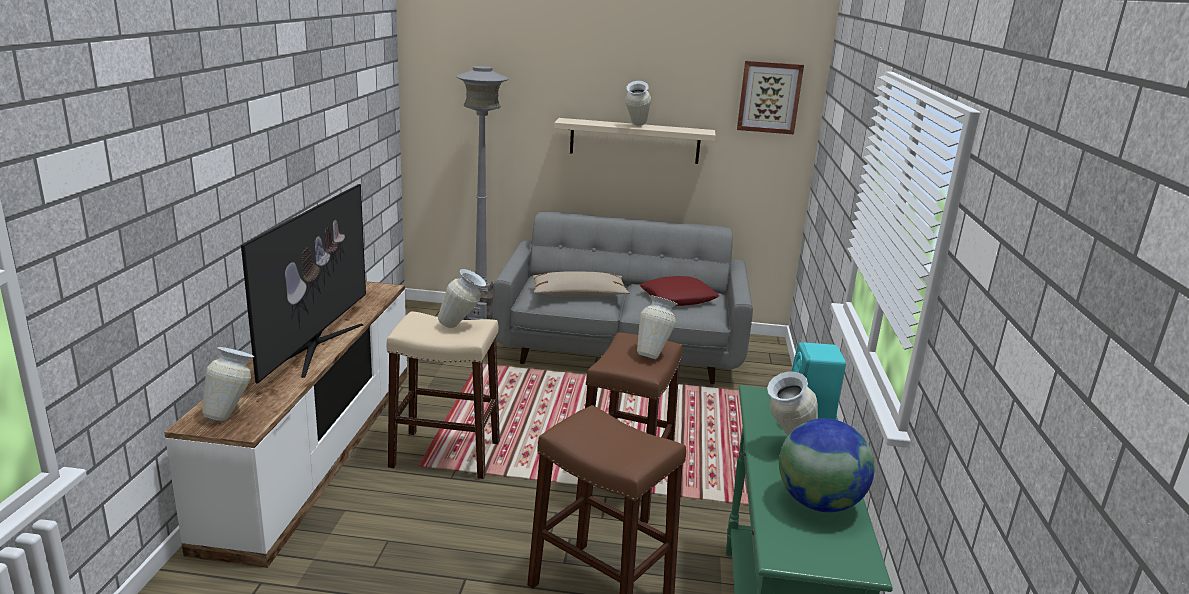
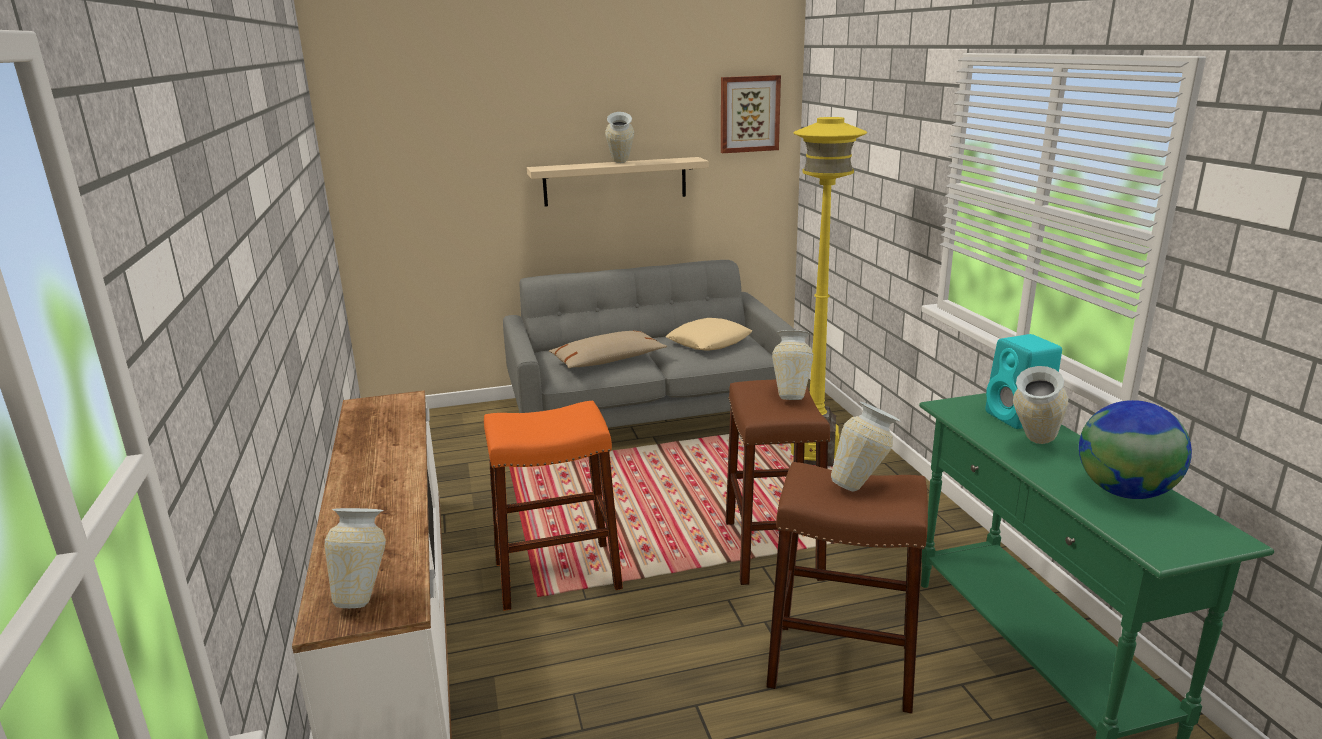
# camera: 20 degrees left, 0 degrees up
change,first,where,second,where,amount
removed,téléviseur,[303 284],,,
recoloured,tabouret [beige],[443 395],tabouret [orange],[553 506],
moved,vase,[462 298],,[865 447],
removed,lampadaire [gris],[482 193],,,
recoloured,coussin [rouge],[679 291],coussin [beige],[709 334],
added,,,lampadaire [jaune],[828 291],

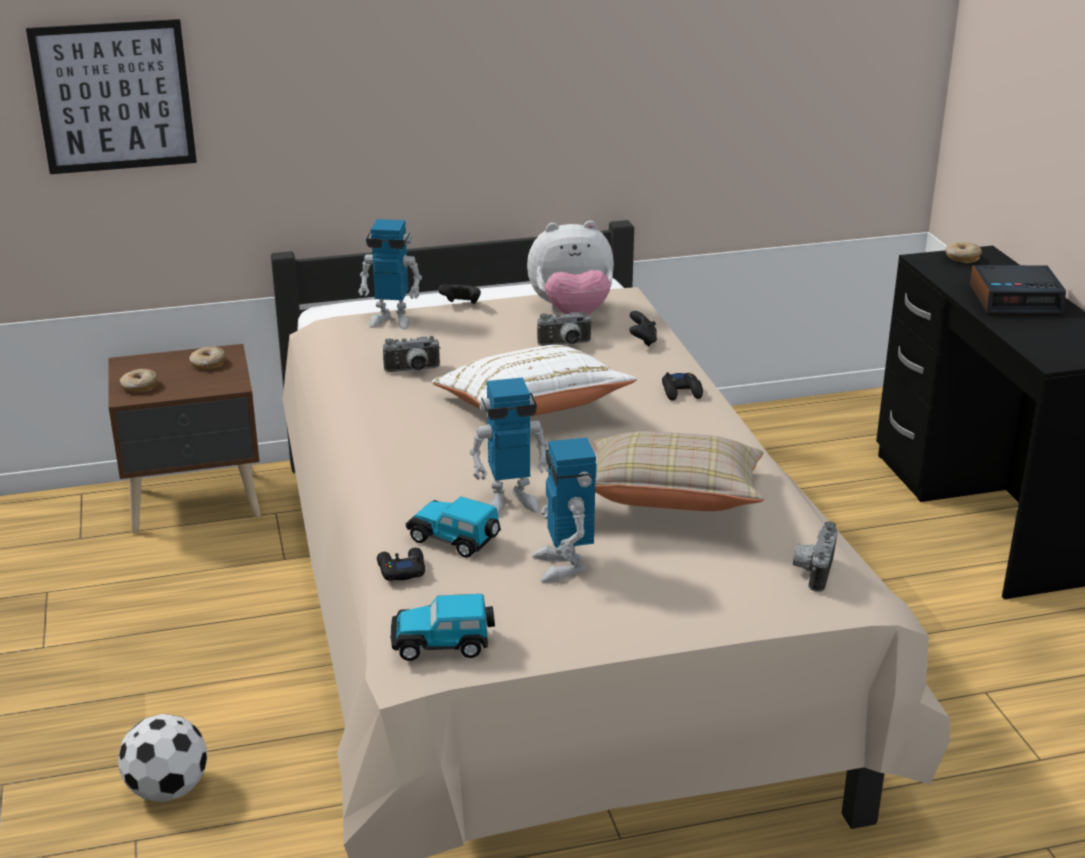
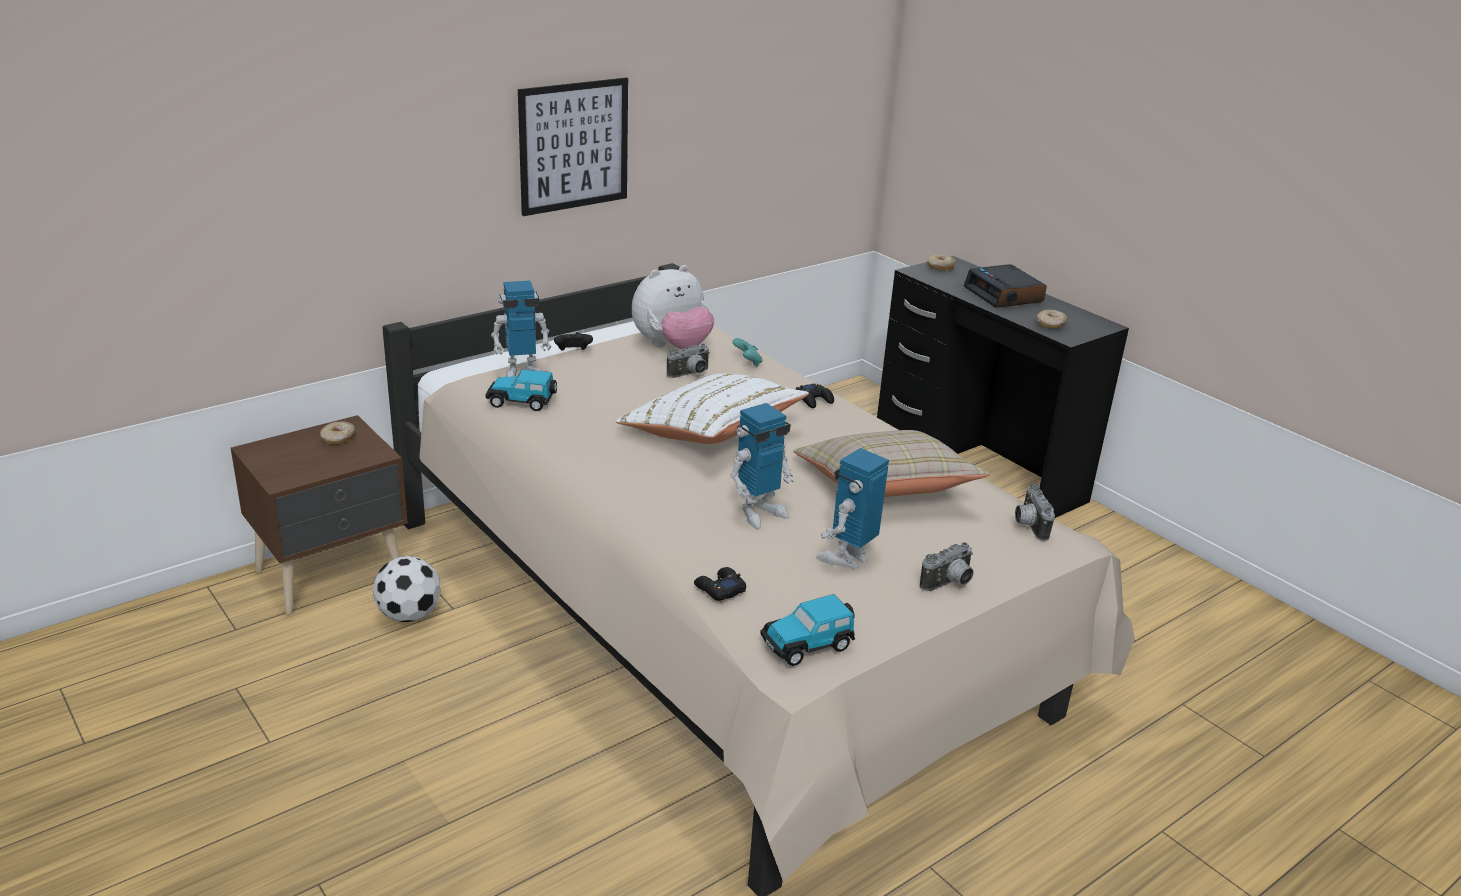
# camera: 25 degrees left, 0 degrees up
change,first,where,second,where,amount
moved,tableau,[111 96],,[573 147],
moved,ballon de foot,[162 758],,[406 589],
moved,beignet,[139 380],,[1052 319],
moved,appareil photo,[412 354],,[947 566],
moved,petite voiture,[453 527],,[521 390],
turned,robot jouet,[564 510],,[852 508],75 degrees clockwise
recoloured,manette [noir],[643 329],manette [turquoise],[747 352],
turned,réveil,[1018 290],,[1005 286],90 degrees clockwise

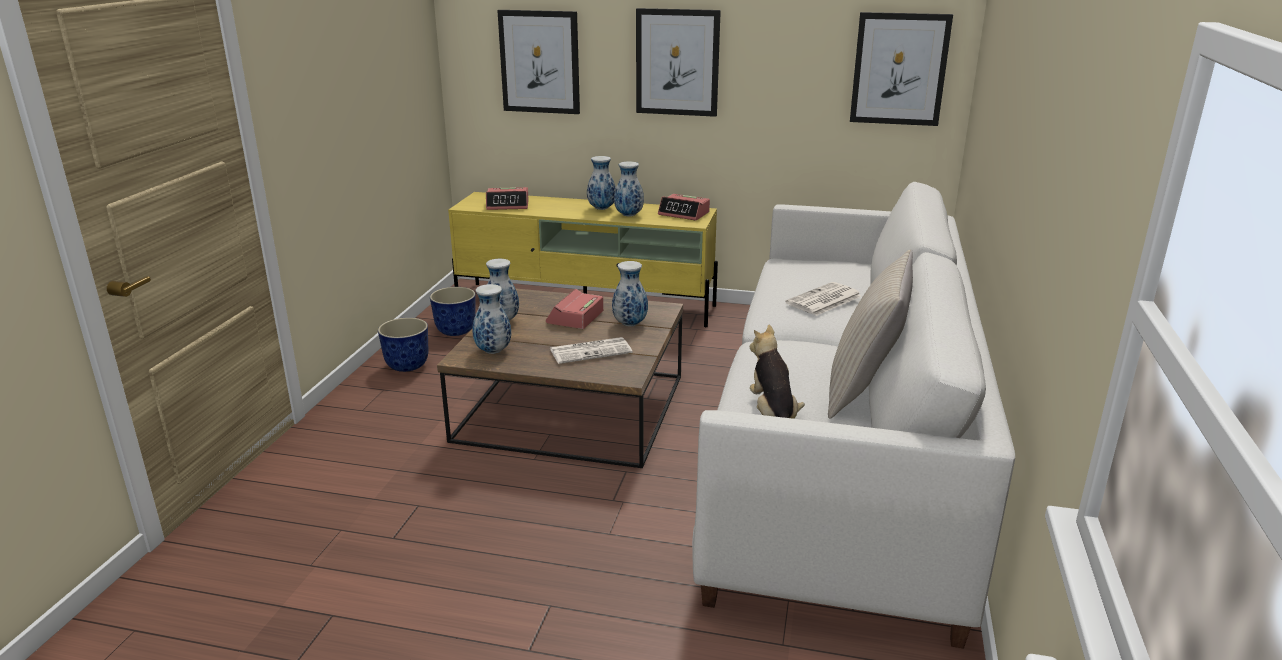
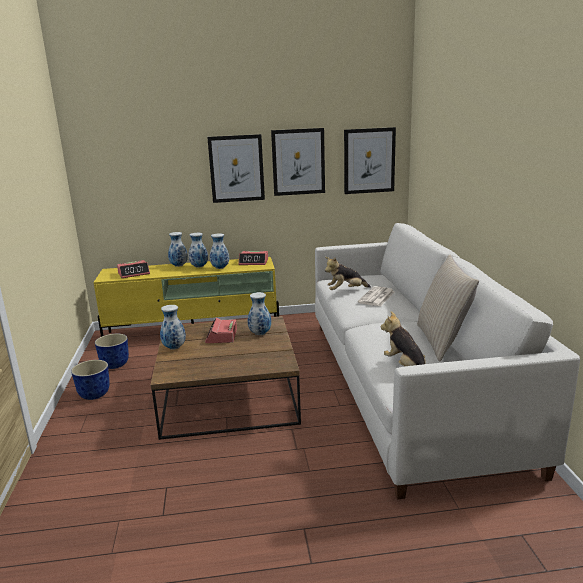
# camera: 20 degrees left, 5 degrees down
change,first,where,second,where,amount
moved,vase,[491 319],,[178 249],
moved,tableau,[538 62],,[298 162],
removed,journal,[591 350],,,
added,,,peluche,[348 273],

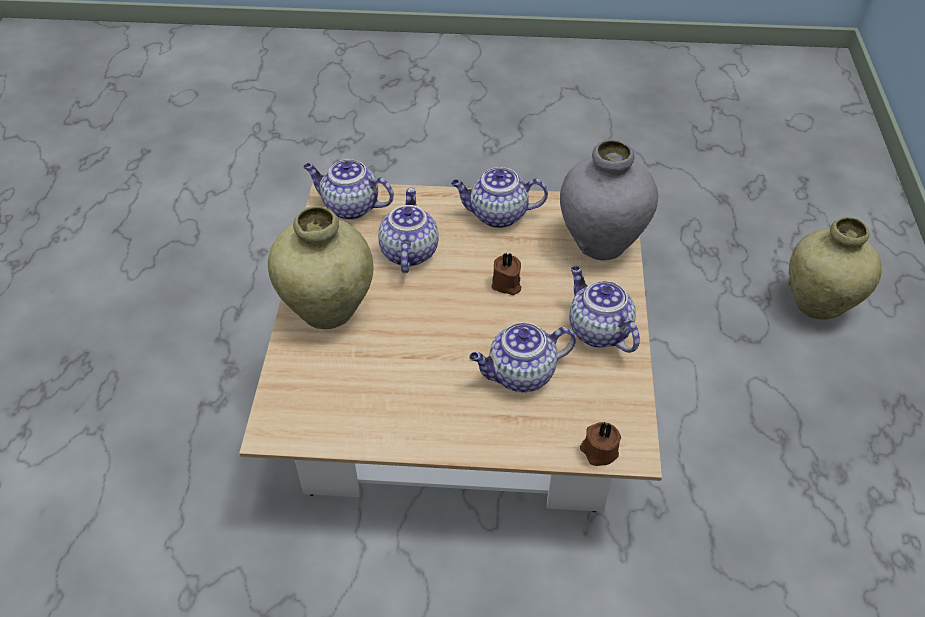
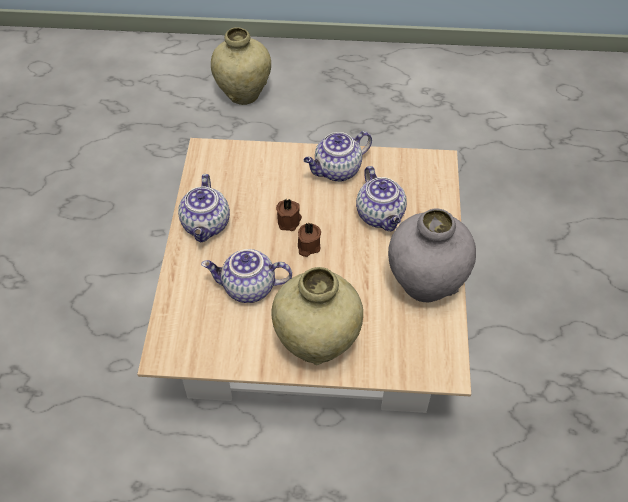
# camera: 90 degrees left, 5 degrees up
change,first,where,second,where,amount
removed,théière,[348 189],,,
moved,vase [gris],[609 200],,[432 255],
moved,bougie [marron],[600 444],,[309 240],

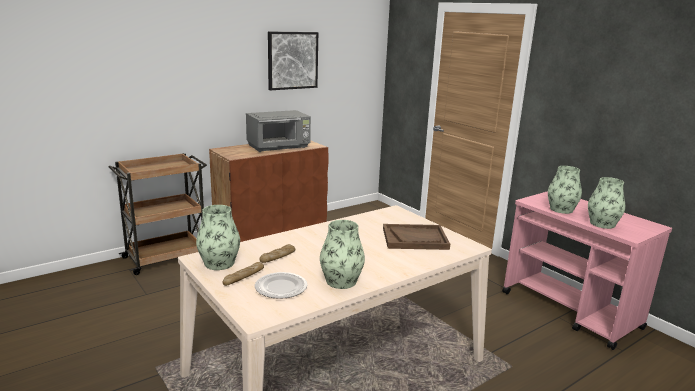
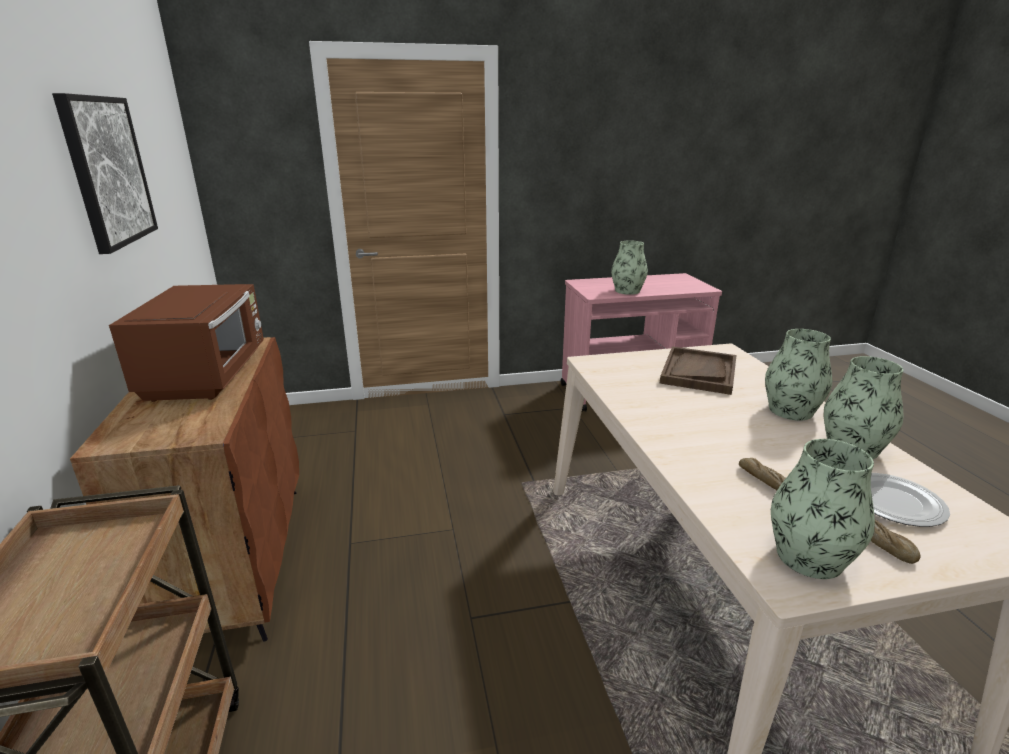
# camera: 65 degrees left, 5 degrees up
change,first,where,second,where,amount
recoloured,micro-ondes [gris],[278 131],micro-ondes [marron],[186 343],
moved,vase,[606 203],,[798 375],

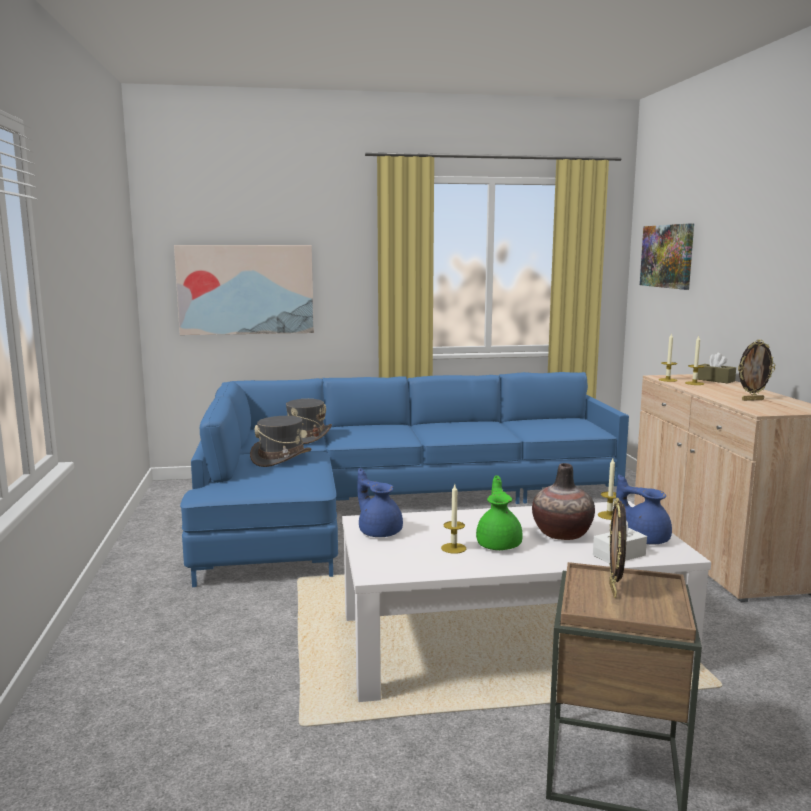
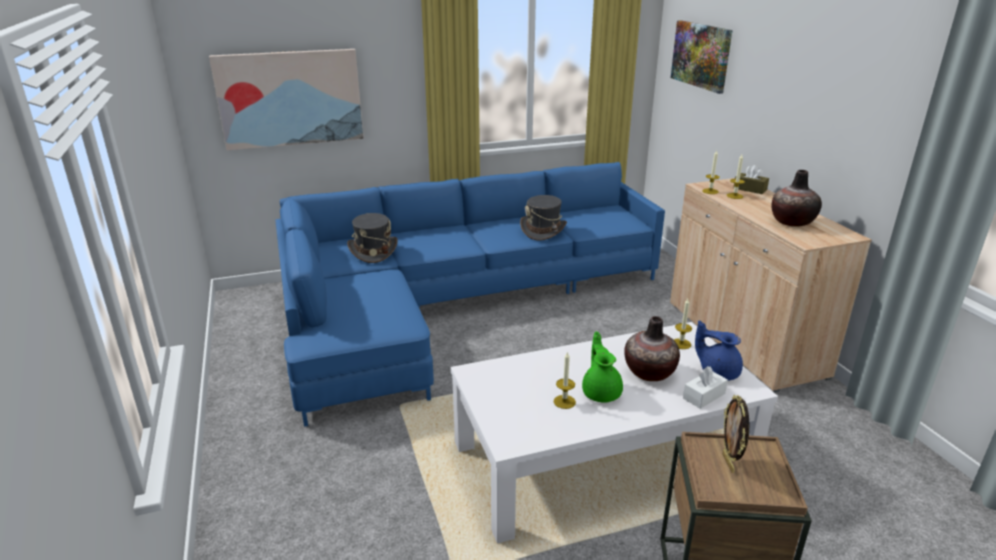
# camera: 10 degrees left, 15 degrees up
change,first,where,second,where,amount
moved,chapeau [gris],[280 441],,[543 218],
removed,théière [bleu],[380 502],,,
replaced,cadre photo,[756 370],vase,[796 198],

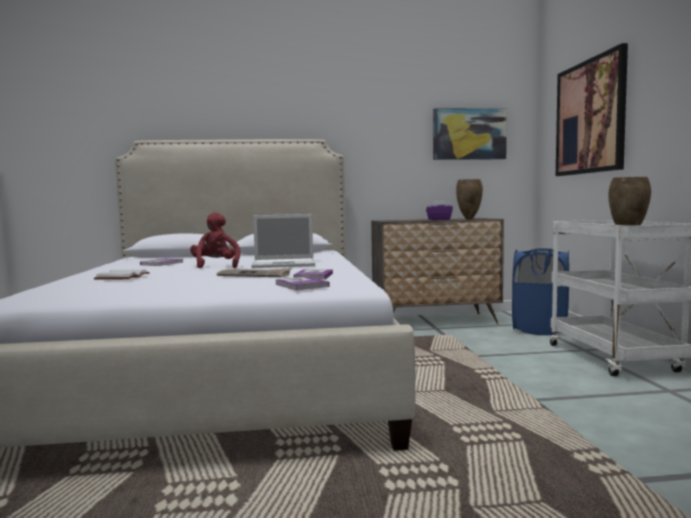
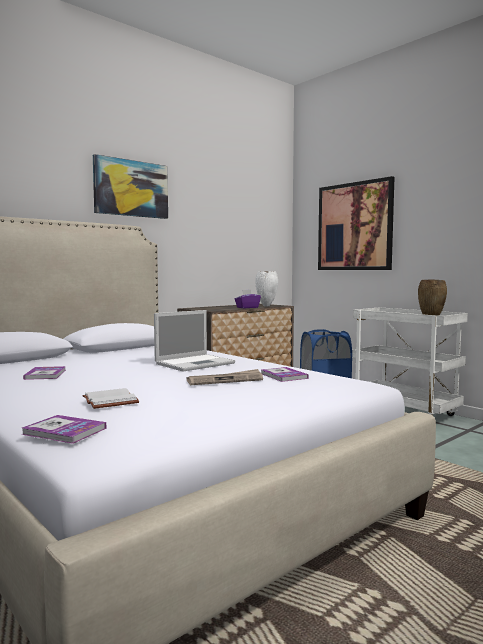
# camera: 35 degrees left, 0 degrees up
change,first,where,second,where,amount
removed,peluche [rouge],[215 240],,,
moved,livre,[302 284],,[64 429],
moved,tableau,[470 134],,[130 186],
recoloured,vase [marron],[469 199],vase [blanc],[266 289],

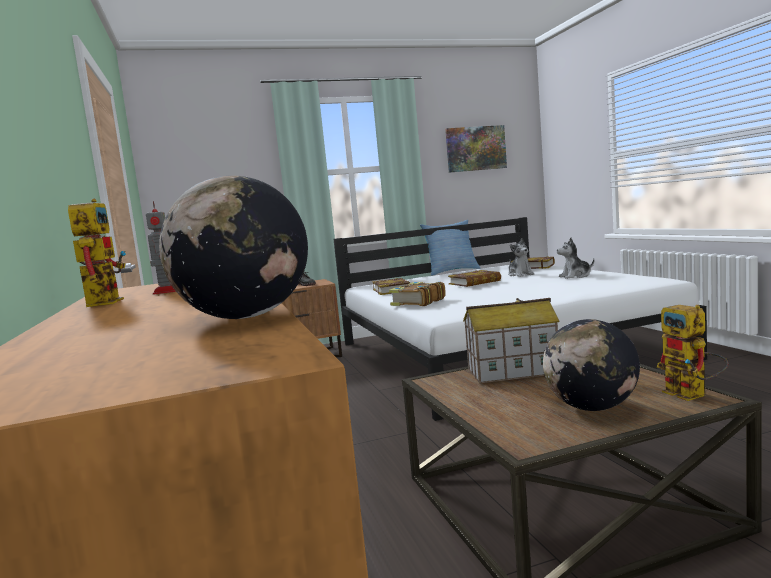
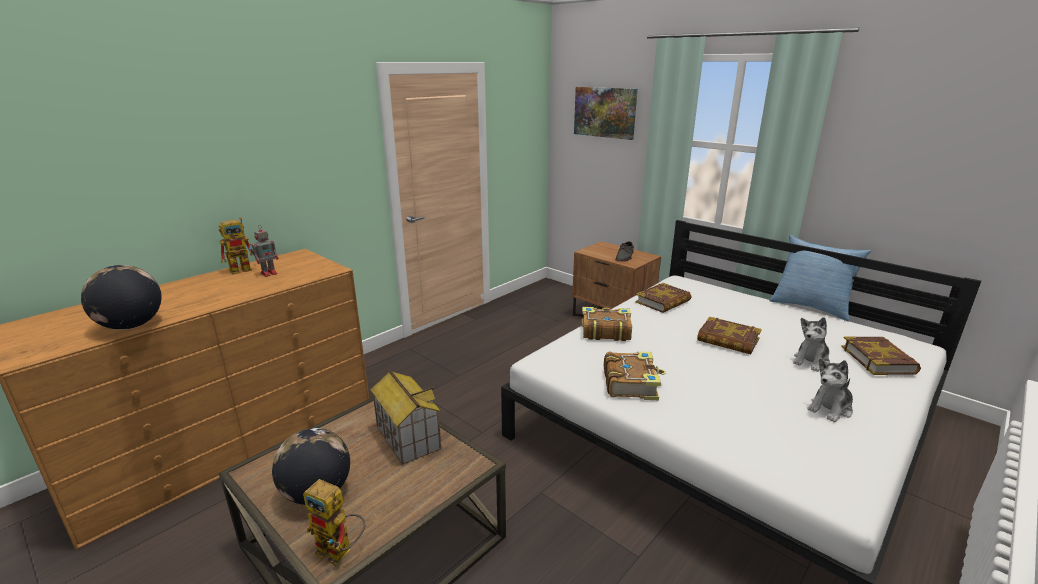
# camera: 60 degrees right, 15 degrees up
change,first,where,second,where,amount
moved,tableau,[476 149],,[606 113],
turned,peluche,[575 258],,[830 390],90 degrees counterclockwise
turned,robot jouet,[692 353],,[334 522],105 degrees counterclockwise
added,,,livre,[635 375],

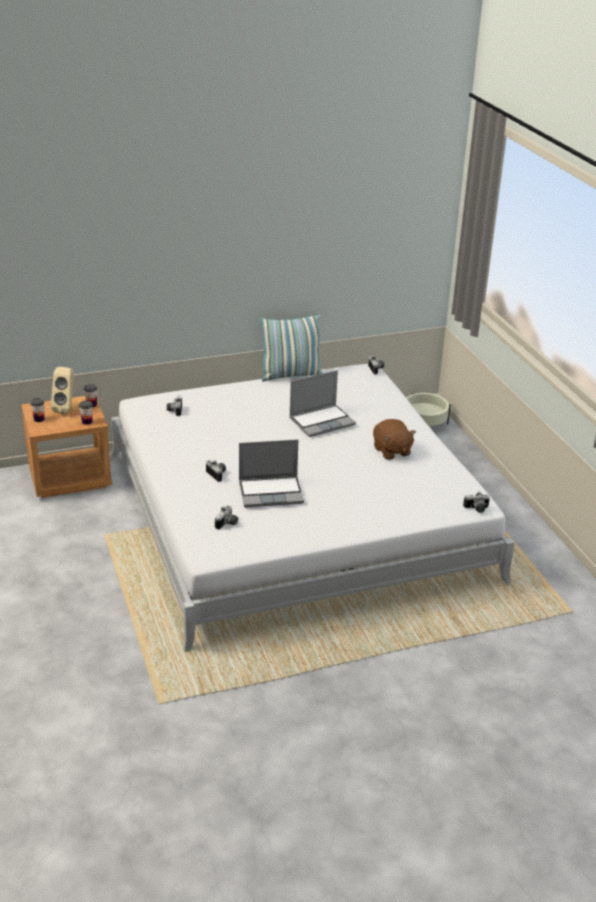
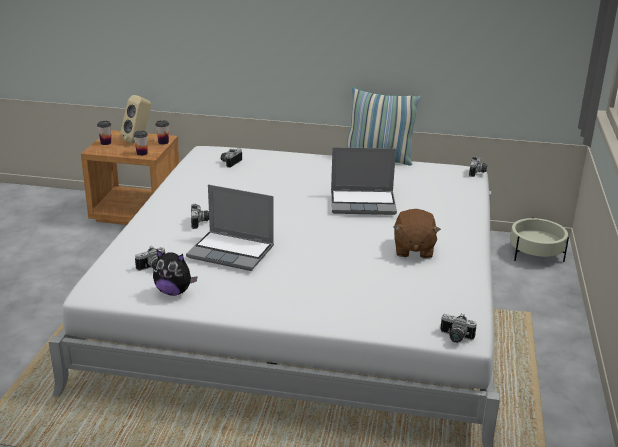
# camera: 30 degrees right, 5 degrees down
change,first,where,second,where,amount
added,,,peluche,[175 272],

